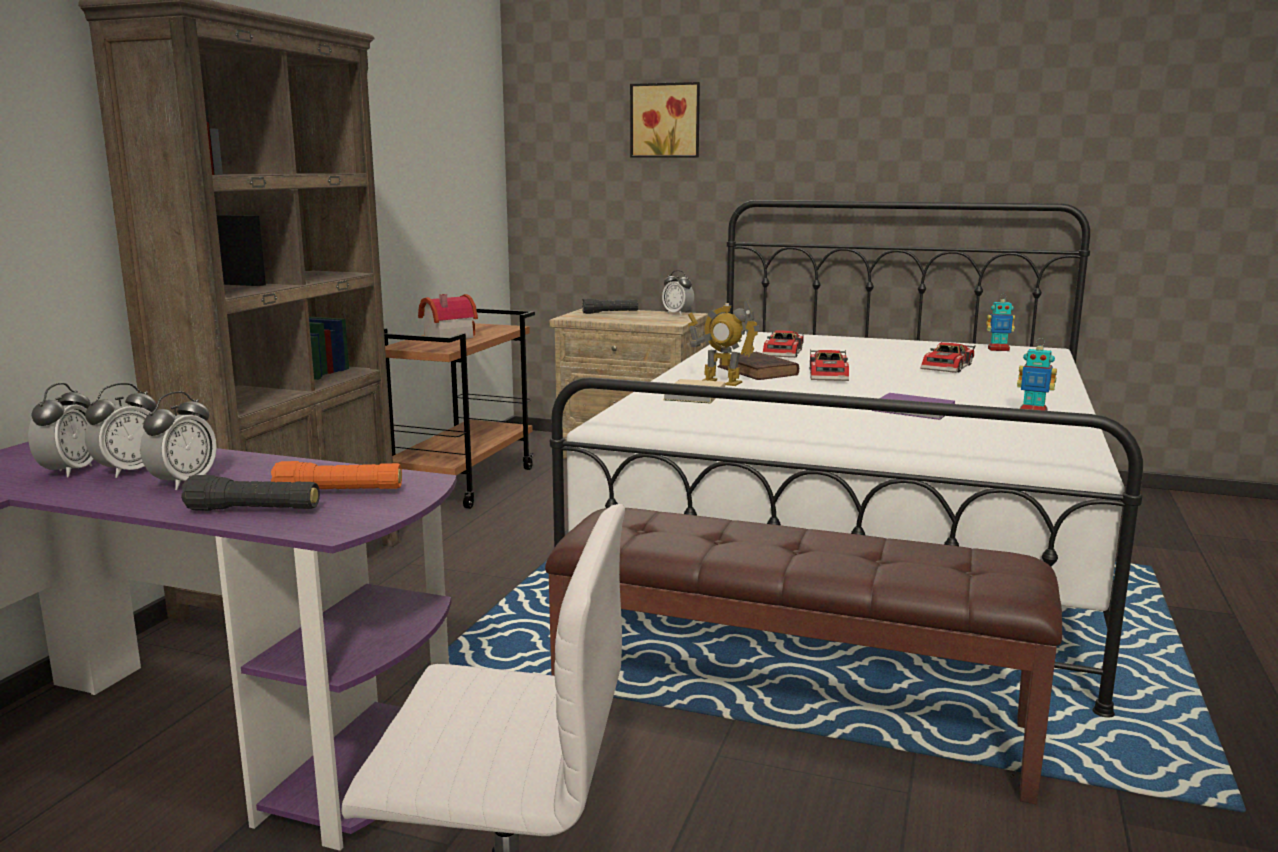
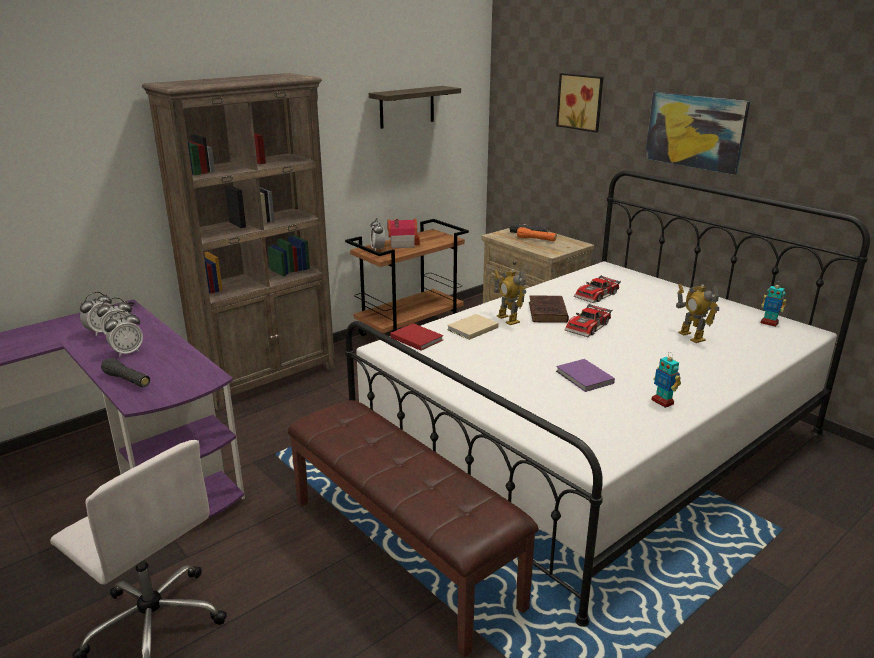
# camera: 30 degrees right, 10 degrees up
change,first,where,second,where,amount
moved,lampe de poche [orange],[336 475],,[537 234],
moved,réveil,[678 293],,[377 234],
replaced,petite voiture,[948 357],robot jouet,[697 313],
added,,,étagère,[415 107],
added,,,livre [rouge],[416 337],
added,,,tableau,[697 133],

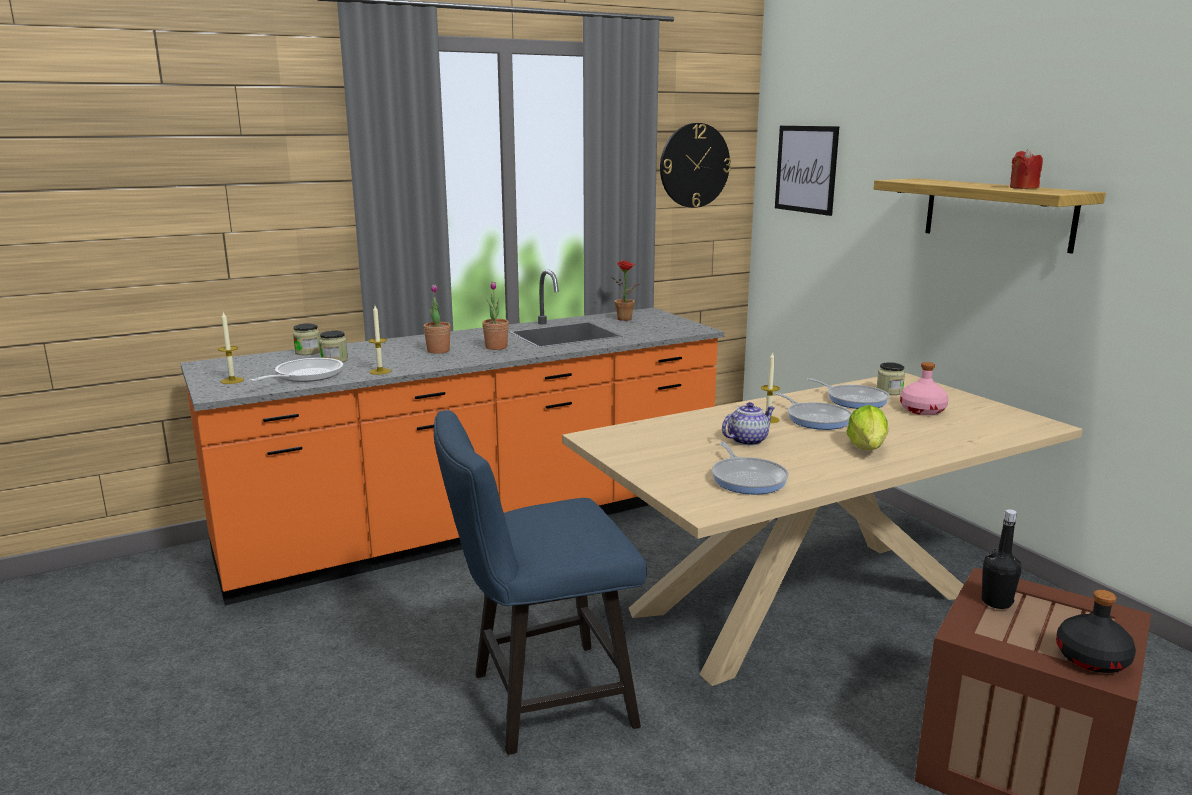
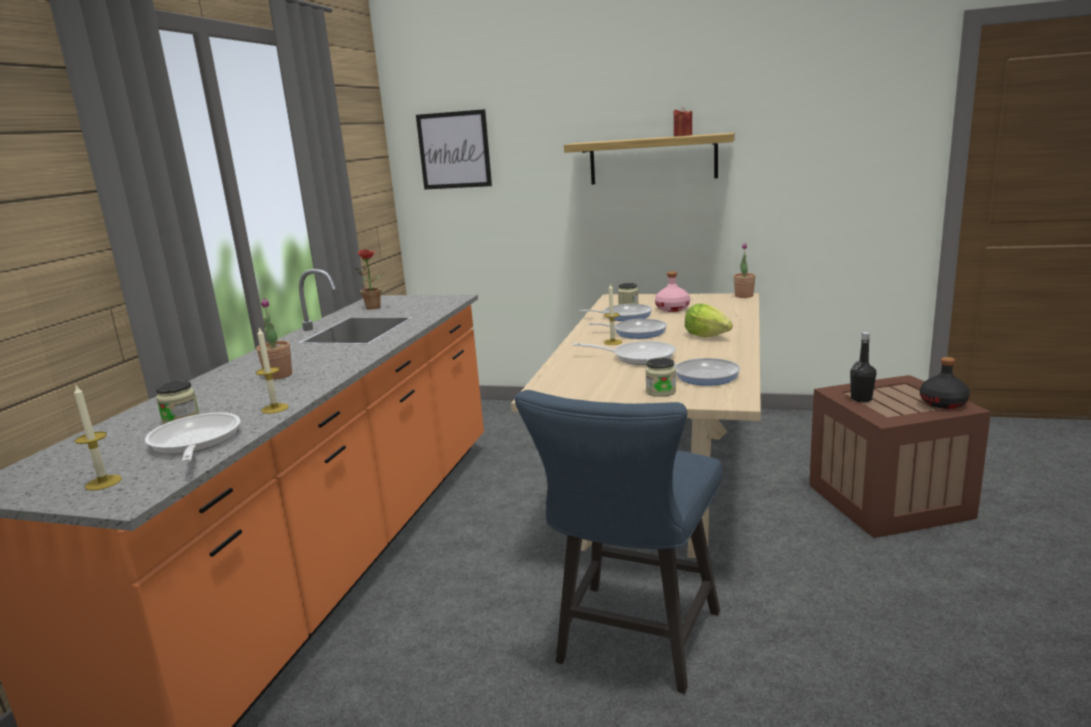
# camera: 45 degrees left, 0 degrees up
change,first,where,second,where,amount
moved,bocal,[306 339],,[660 377],
moved,plante en pot,[495 316],,[744 270],
removed,horloge murale,[695 165],,,
replaced,théière,[748 424],poêle,[624 353],

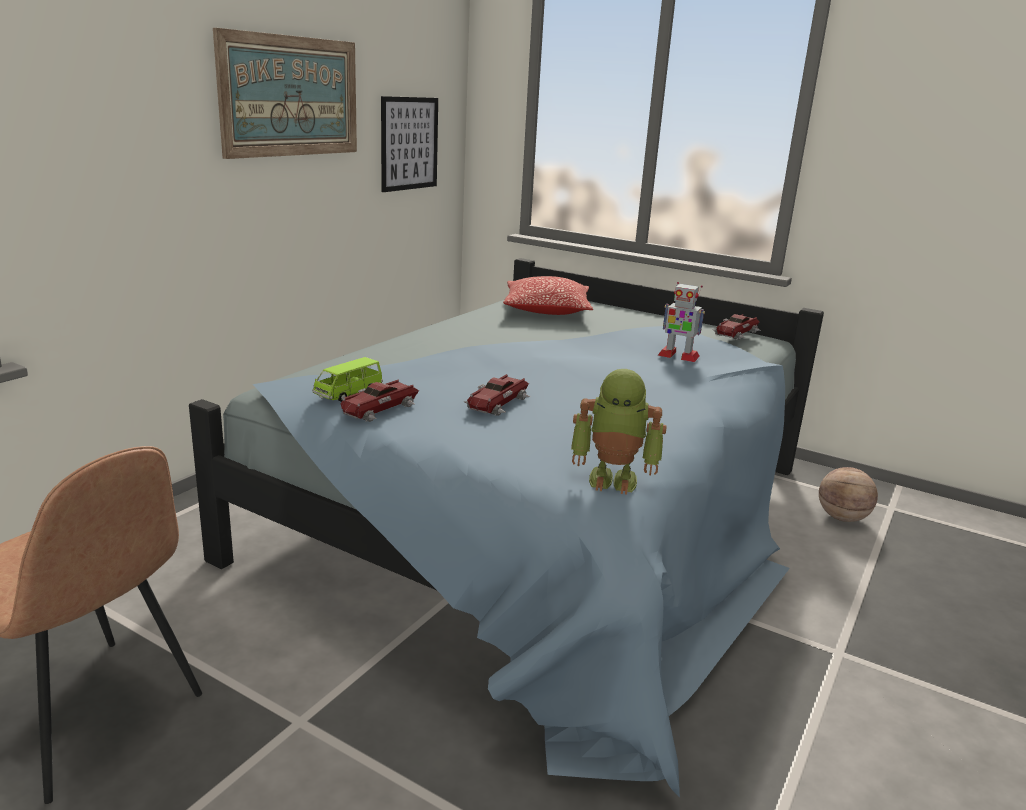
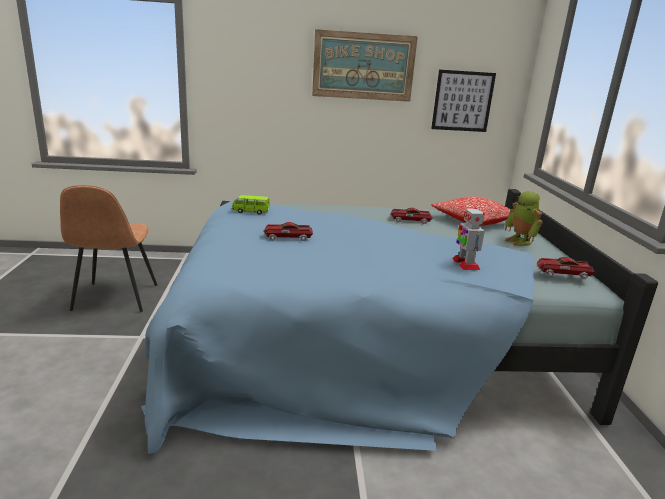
# camera: 55 degrees right, 0 degrees up
change,first,where,second,where,amount
moved,petite voiture,[379 400],,[411 215],
moved,robot jouet,[619 432],,[524 218],
removed,ballon de basket,[848 494],,,

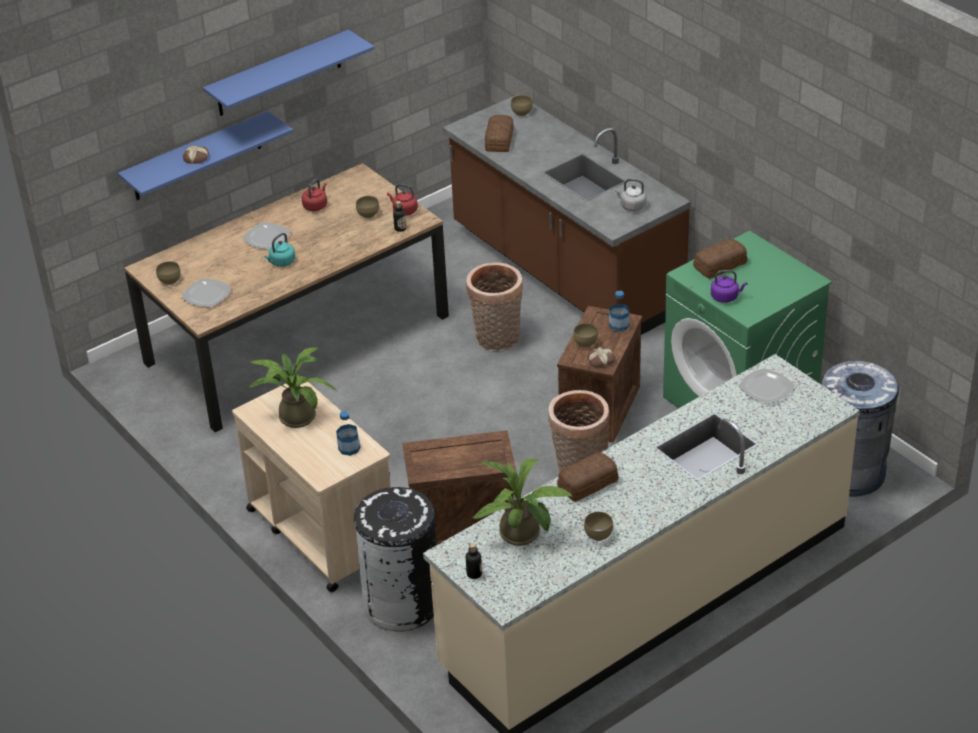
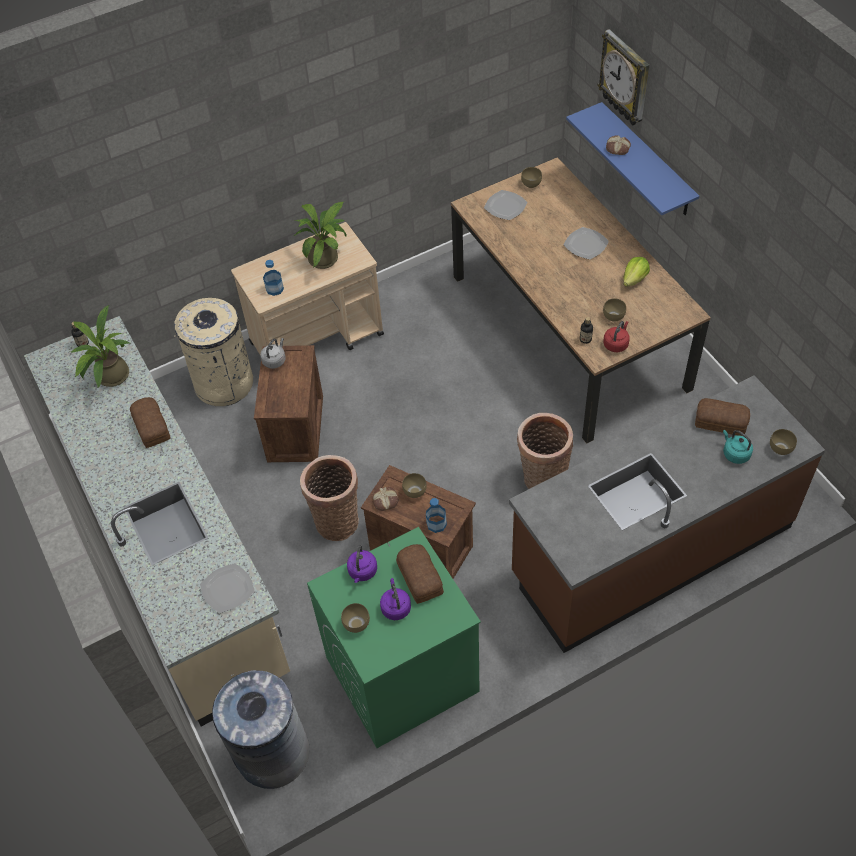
# camera: 100 degrees right, 15 degrees up
change,first,where,second,where,amount
removed,étagère [bleu],[289 73],,,
moved,bouilloire [turquoise],[280 250],,[738 447],
replaced,bouilloire [rouge],[314 195],laitue,[637 272],
recoloured,poubelle [noir],[395 559],poubelle [beige],[213 352],
moved,bol [marron],[598 526],,[355 618],
moved,bouilloire [gris],[631 195],,[273 353],
added,,,bouilloire [violet],[395 599],
added,,,horloge murale,[623 77],

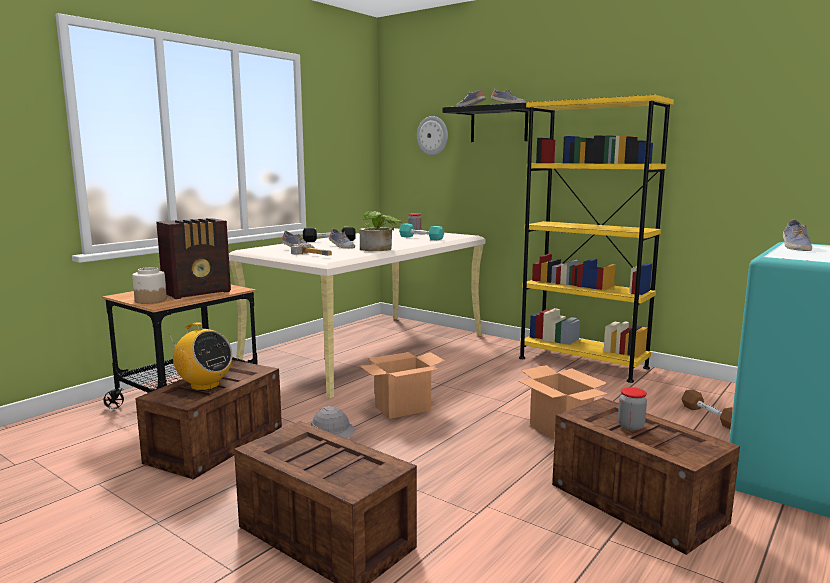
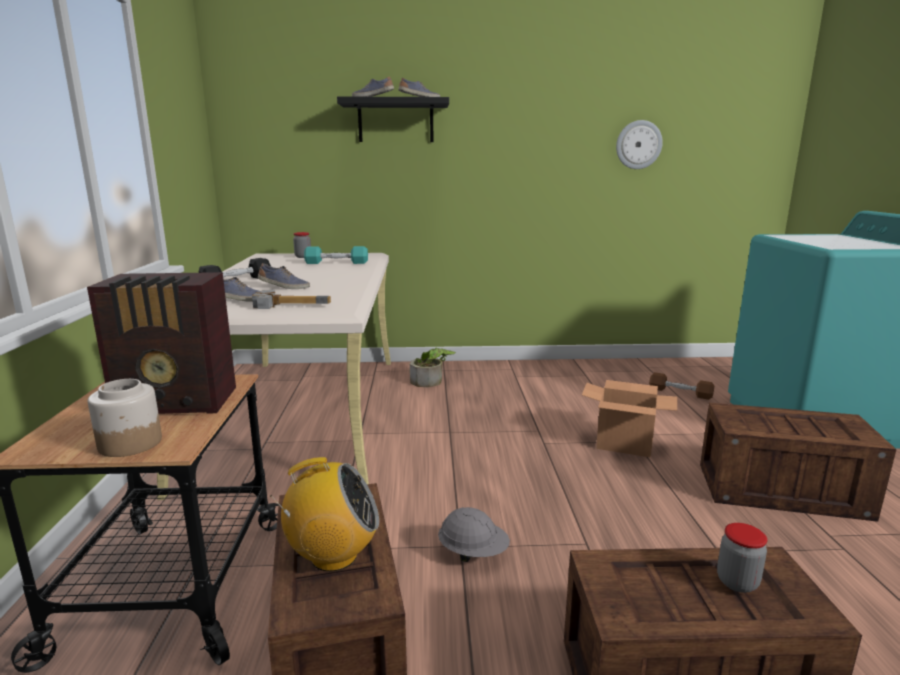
# camera: 40 degrees left, 5 degrees up
change,first,where,second,where,amount
turned,radio,[193 258],,[161 343],75 degrees clockwise
moved,plante en pot,[381 231],,[433 367],
removed,carton,[402 385],,,
moved,horloge murale,[432 135],,[639 144],
removed,bibliothèque [jaune],[596 239],,,
moved,bocal,[632 409],,[742 558],
removed,chaussure,[797 235],,,

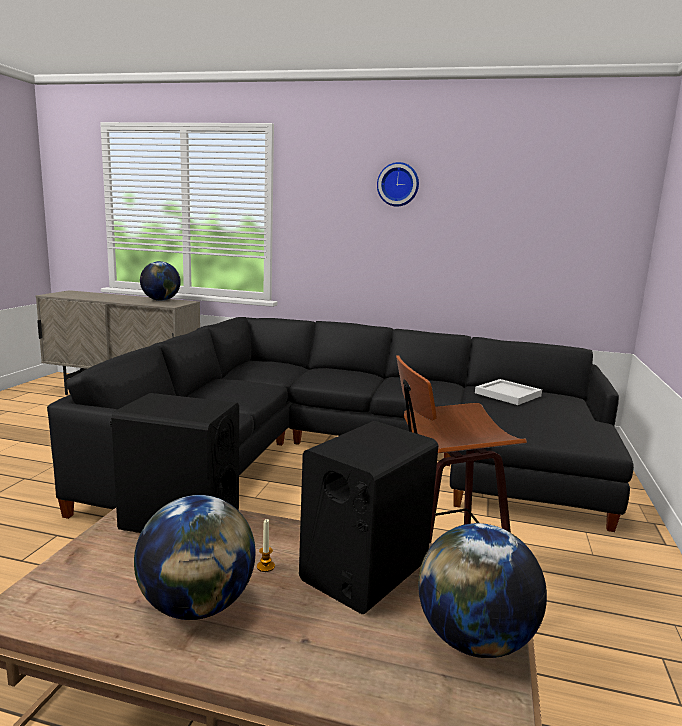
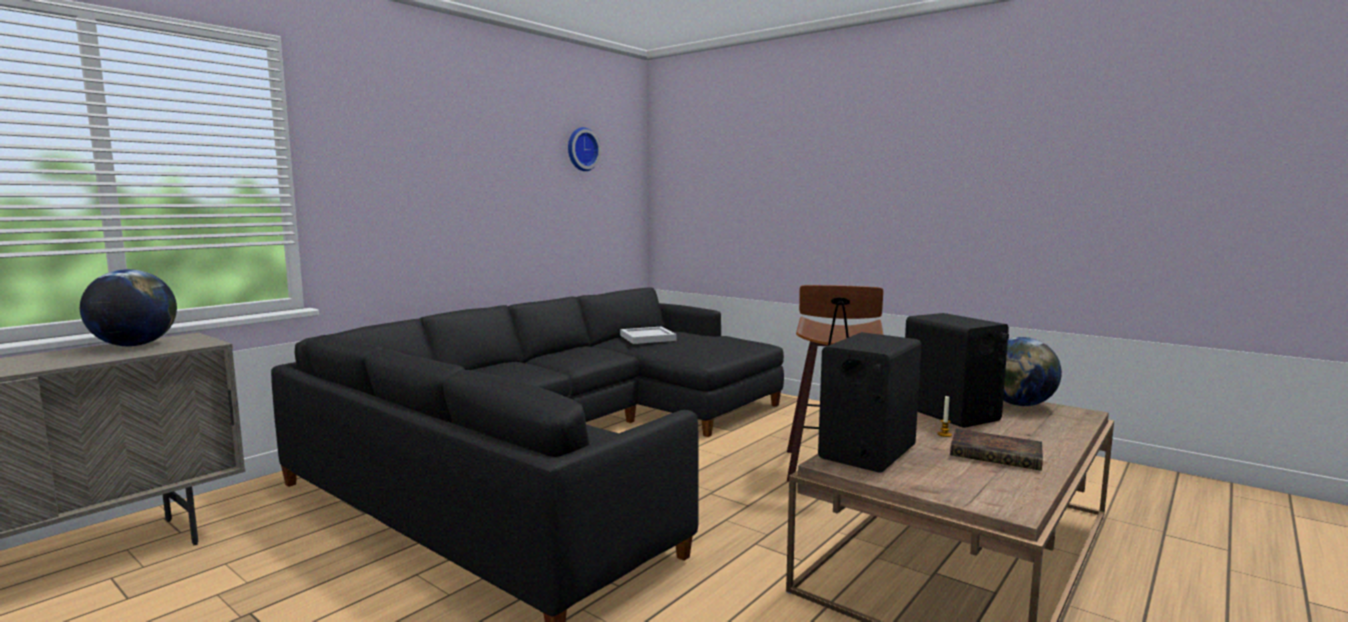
# camera: 65 degrees left, 5 degrees down
change,first,where,second,where,amount
replaced,globe,[195 557],livre,[996 450],
moved,horloge murale,[398 184],,[584 149],

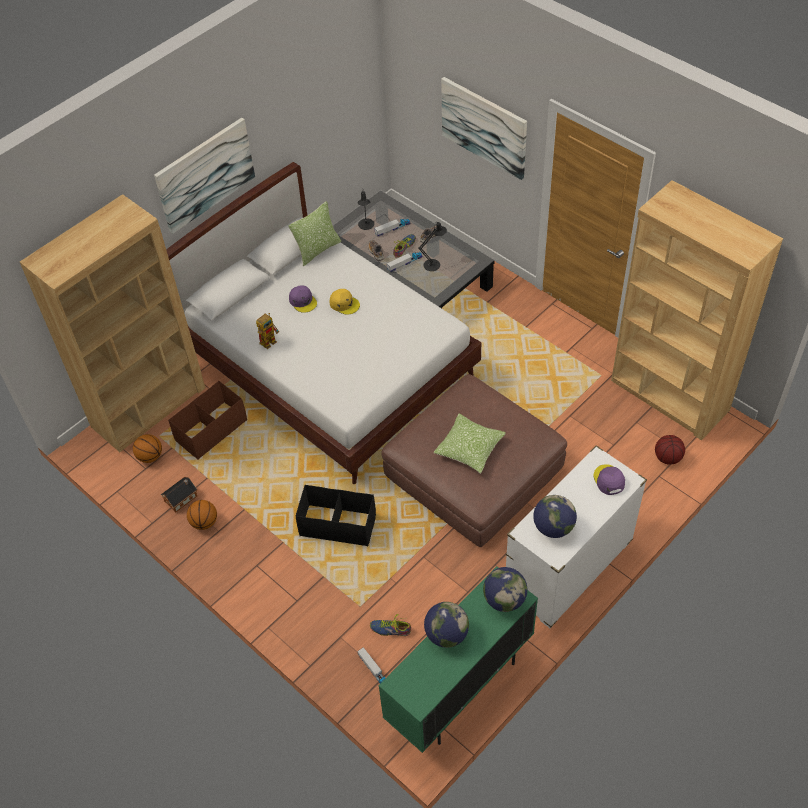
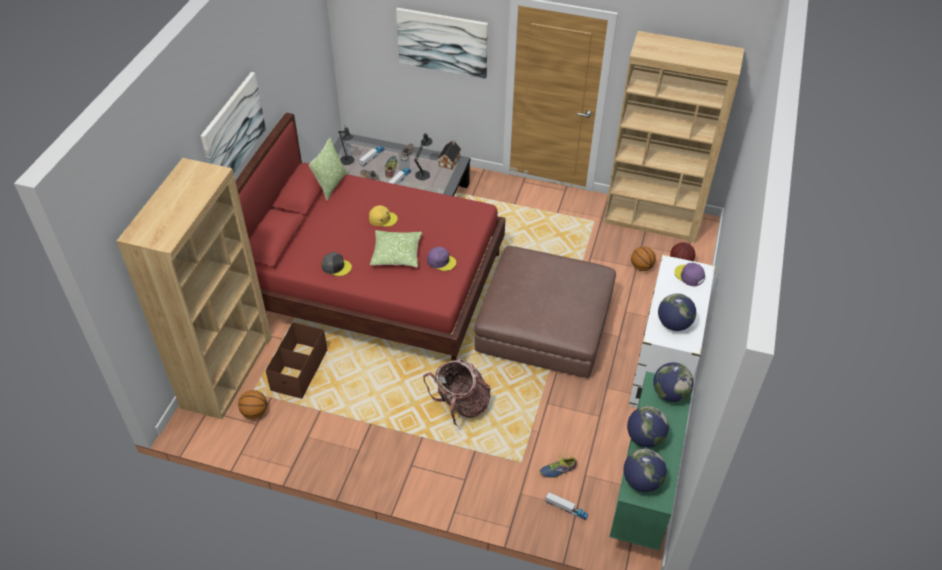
# camera: 30 degrees left, 5 degrees down
change,first,where,second,where,amount
moved,maison miniature,[179 495],,[449 155],
recoloured,lit [blanc],[323 323],lit [rouge],[370 237],
moved,ballon de basket,[202 515],,[643 259],
replaced,robot jouet,[267 331],casquette [gris],[337 264],
moved,casquette [violet],[303 299],,[441 259],
replaced,boîte de rangement [noir],[336 516],sac à dos,[457 393],
moved,coussin,[469 444],,[396 248],
added,,,globe,[645 470],

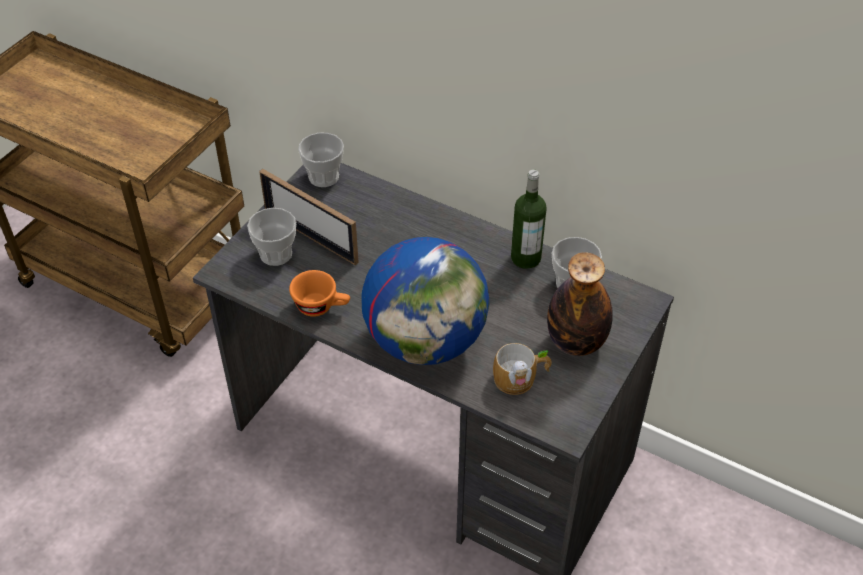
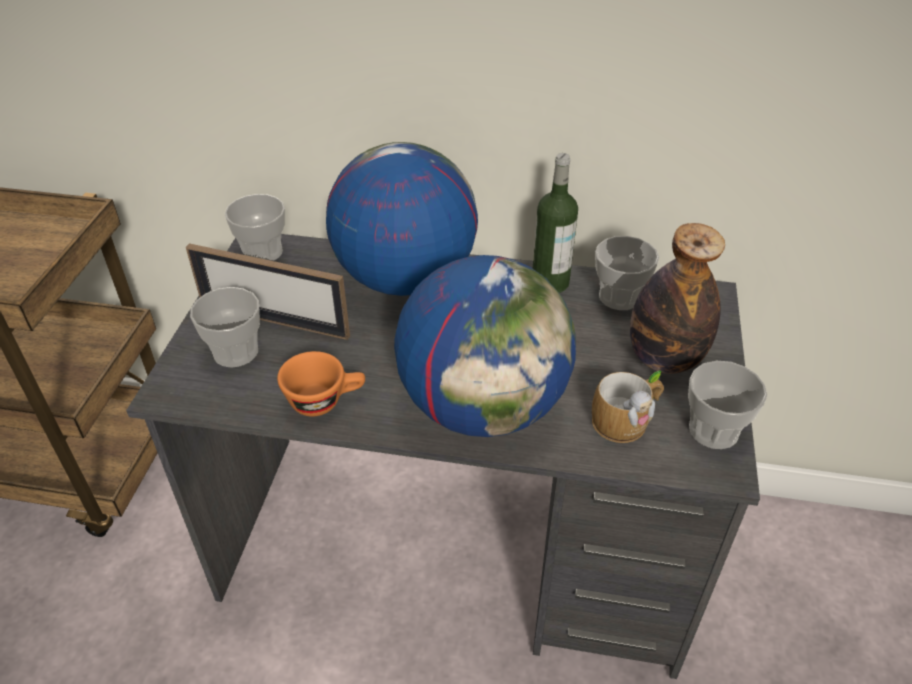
# camera: 20 degrees left, 5 degrees down
change,first,where,second,where,amount
added,,,globe,[402 219],
added,,,tasse,[728 405],

